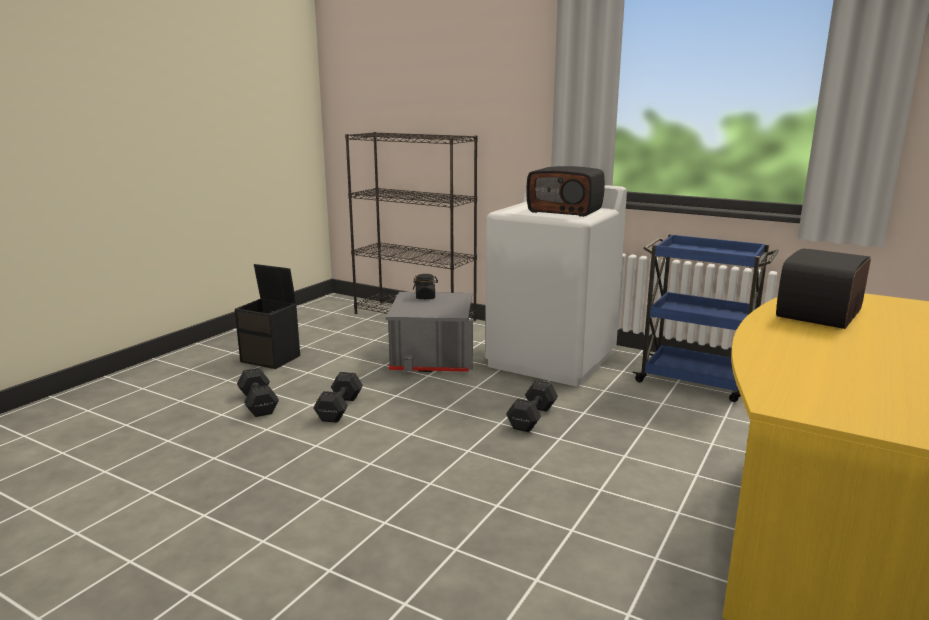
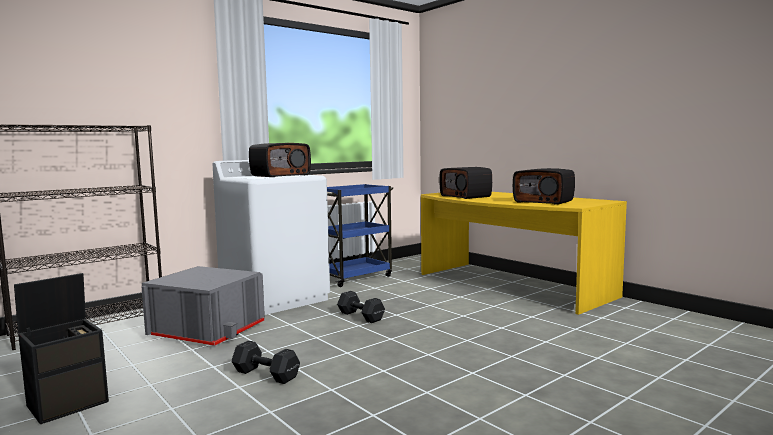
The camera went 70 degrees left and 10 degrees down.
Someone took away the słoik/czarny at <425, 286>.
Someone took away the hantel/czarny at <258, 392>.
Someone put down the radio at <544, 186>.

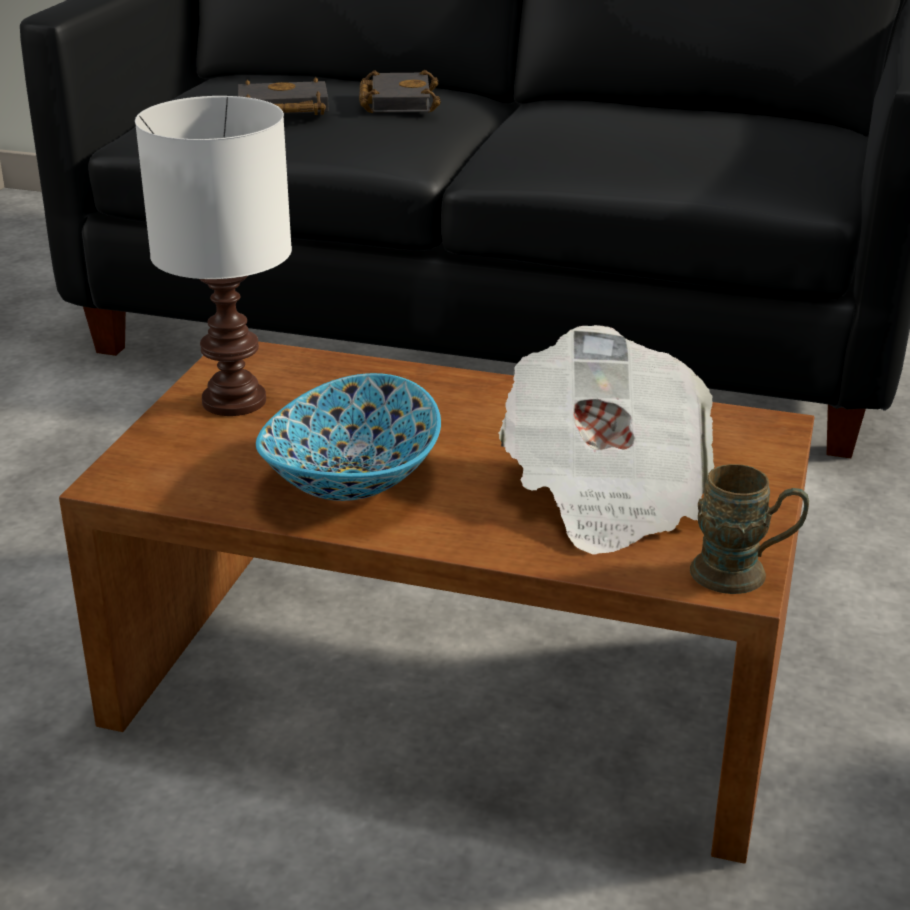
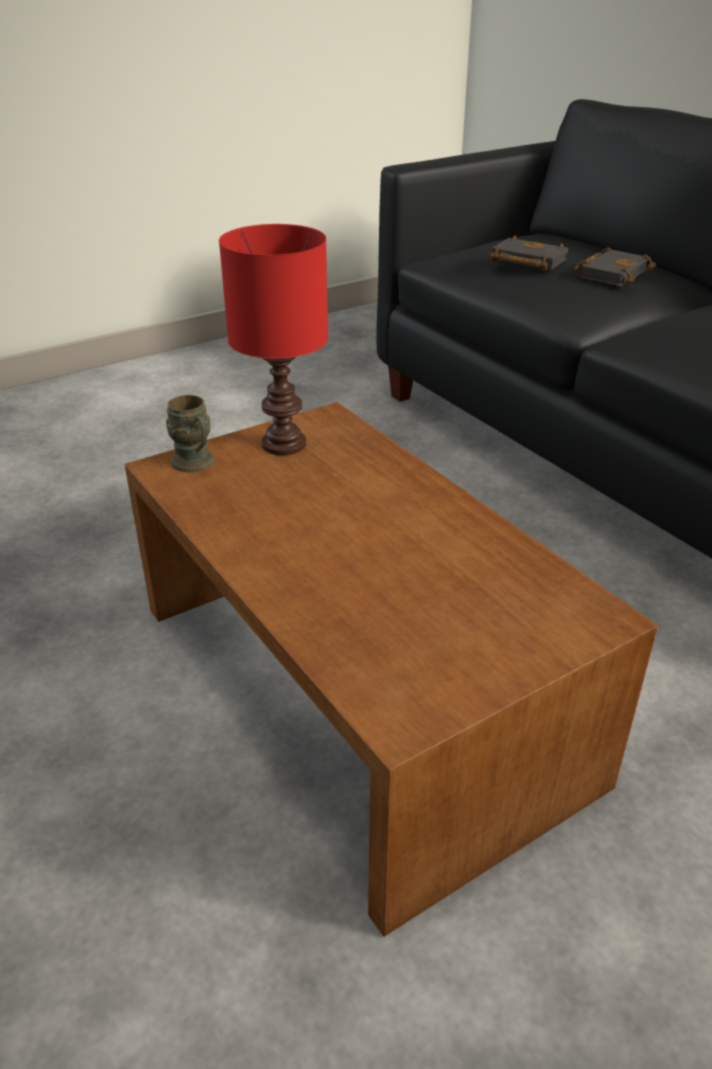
The camera went 40 degrees right and 5 degrees up.
Someone repainted the lampa stołowa/biały at <213, 256>, which became the lampa stołowa/czerwony at <273, 339>.
Someone took away the gazeta at <606, 440>.
Someone took away the miska at <348, 437>.
Someone carried the kubek/brązowy from <749, 529> to <190, 433>.

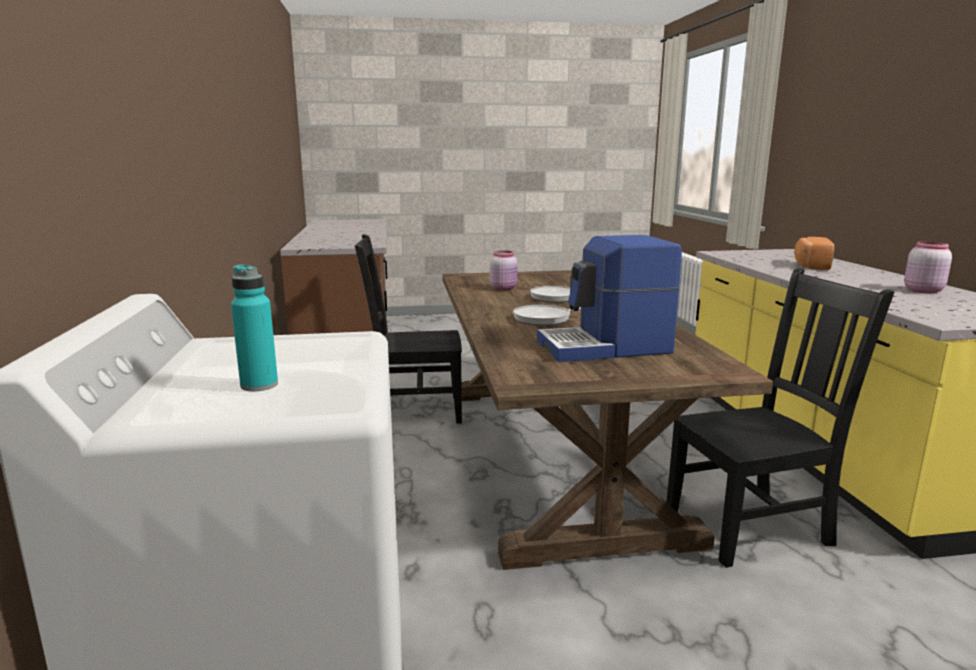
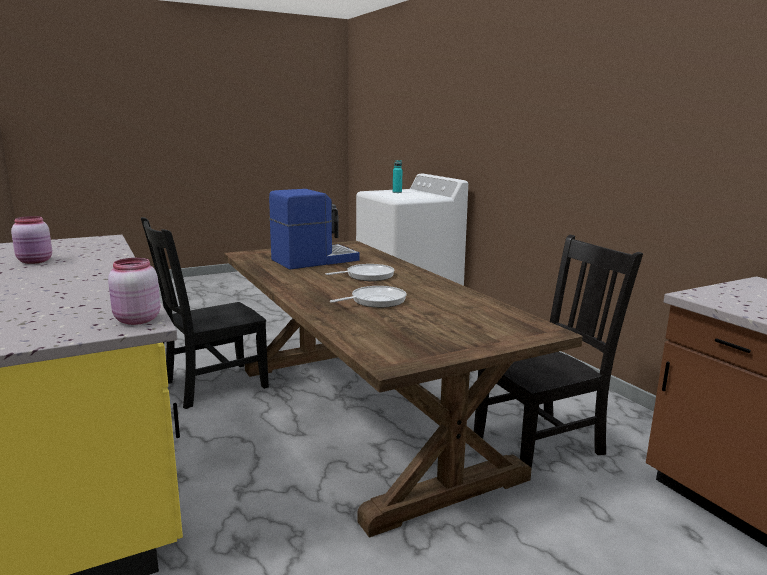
The camera went 160 degrees right and 0 degrees up.
Someone took away the chleb at <814, 253>.
Someone carried the słoik/różowy from <503, 270> to <134, 291>.

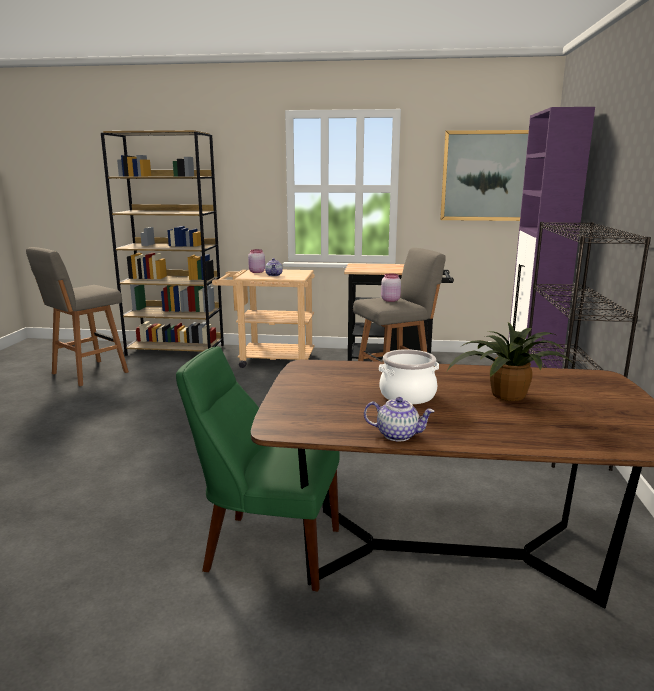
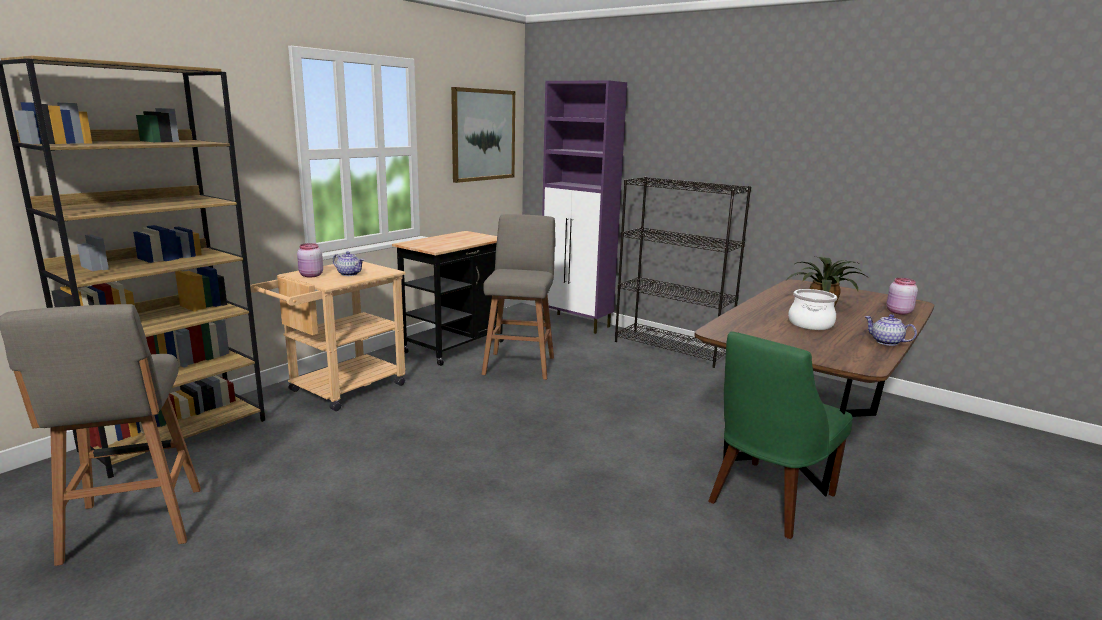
The camera went 60 degrees left and 0 degrees up.
Someone carried the słoik/różowy from <391, 288> to <902, 296>.
Someone rotated the imbryk at <399, 419> by 90 degrees counterclockwise.

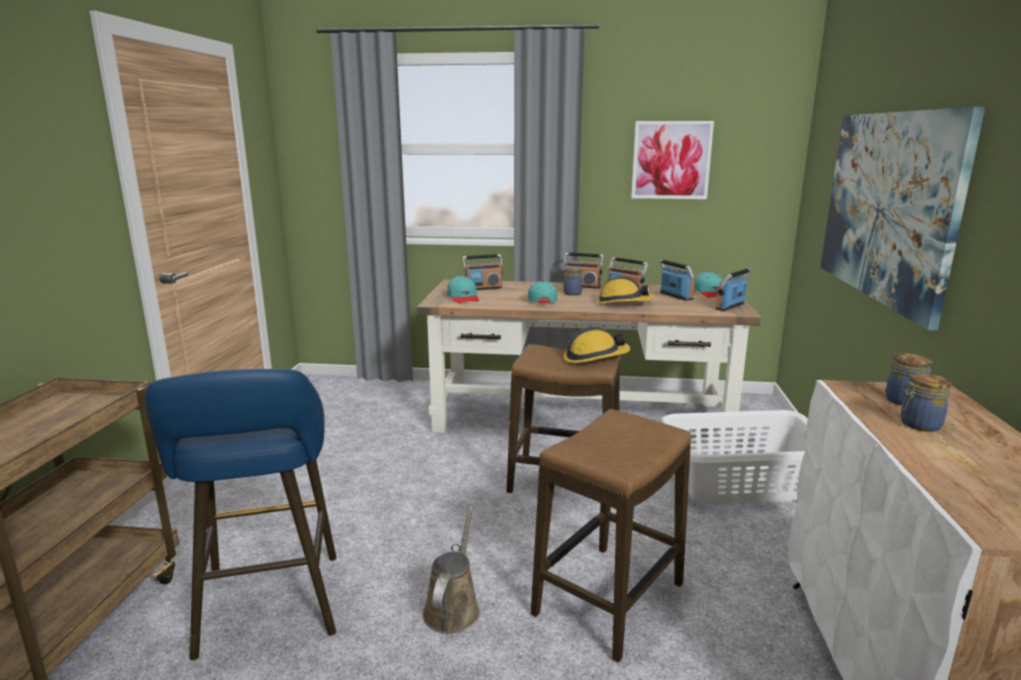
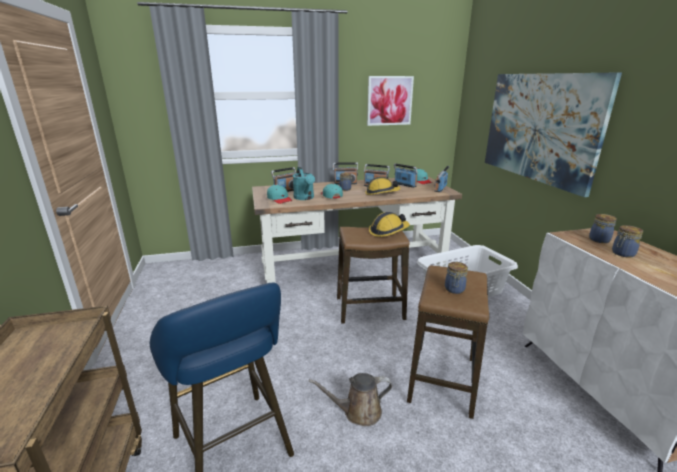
The camera went 20 degrees left and 5 degrees up.
Someone rotated the konewka/brązowy at <451, 570> by 90 degrees counterclockwise.
Someone put down the konewka/turkusowy at <304, 183>.
Someone put down the słoik at <456, 278>.

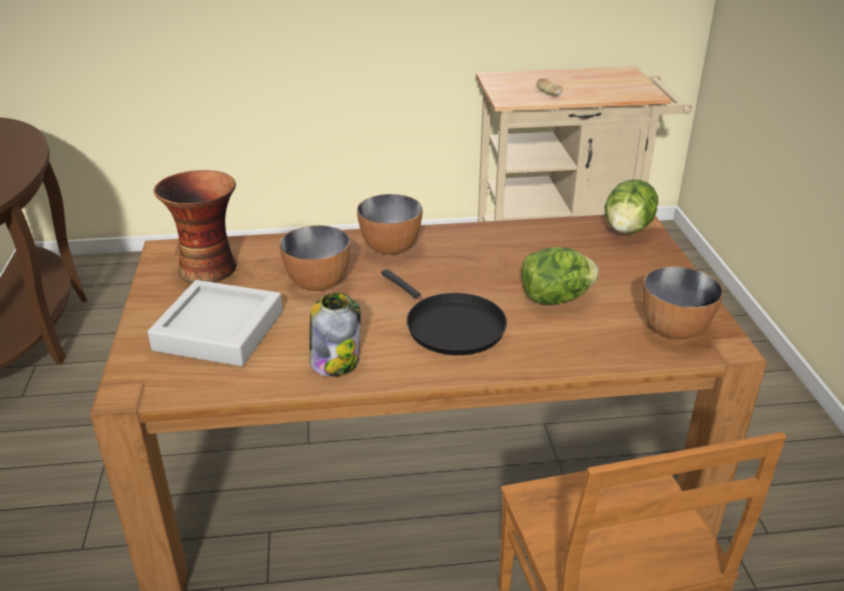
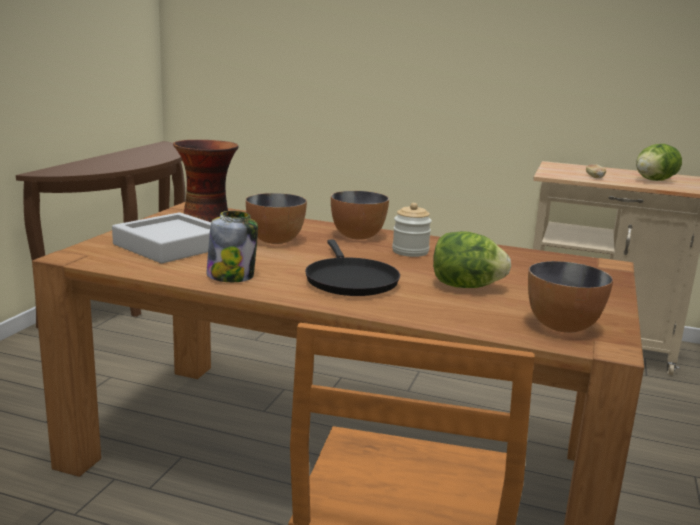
The camera went 25 degrees right and 15 degrees down.
Someone carried the sałata from <631, 207> to <659, 162>.
Someone put down the słoik at <412, 230>.

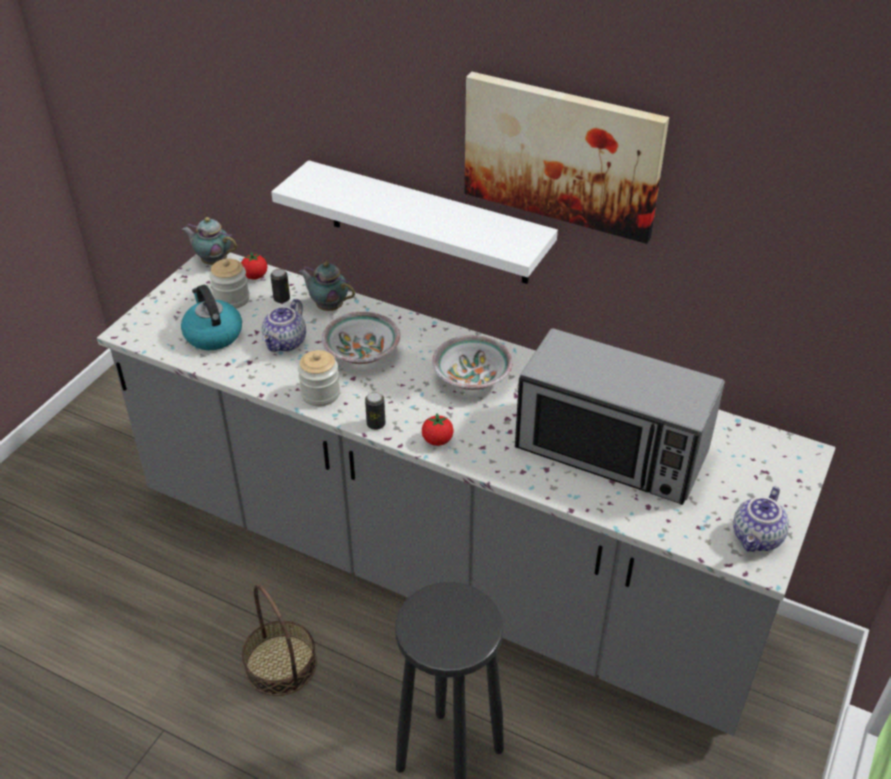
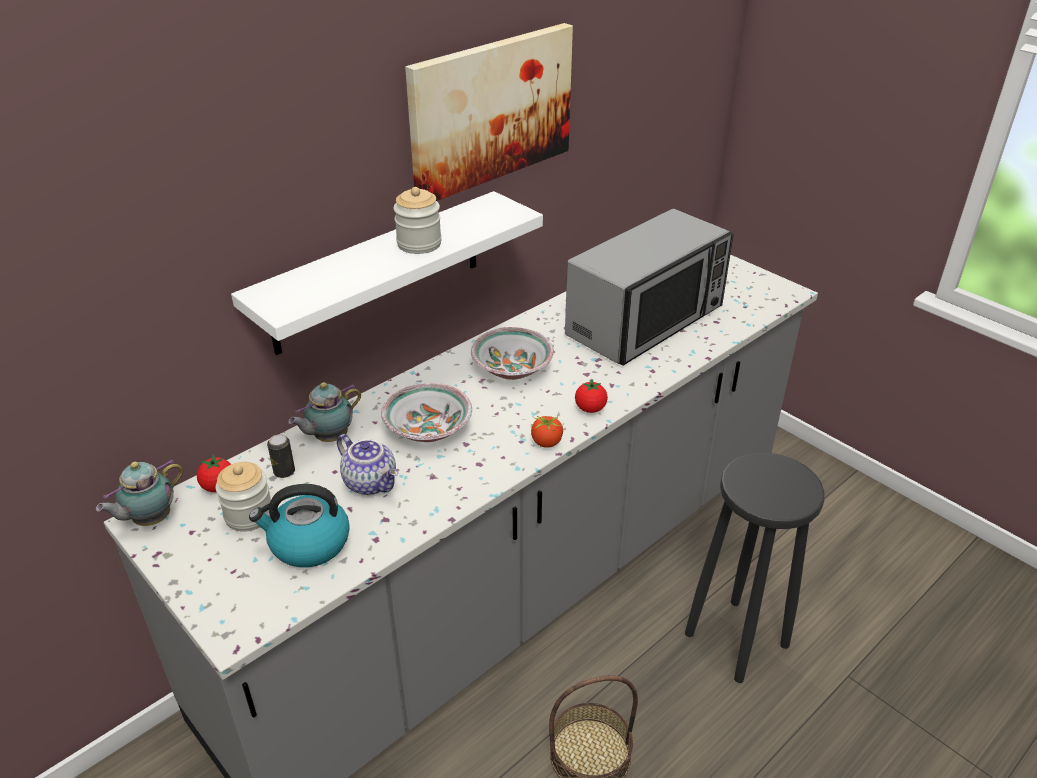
The camera went 70 degrees left and 5 degrees down.
Someone carried the słoik from <319, 378> to <417, 220>.
Someone swapped the puszka at <375, 411> for the pomidor at <547, 431>.
Someone took away the imbryk at <761, 519>.

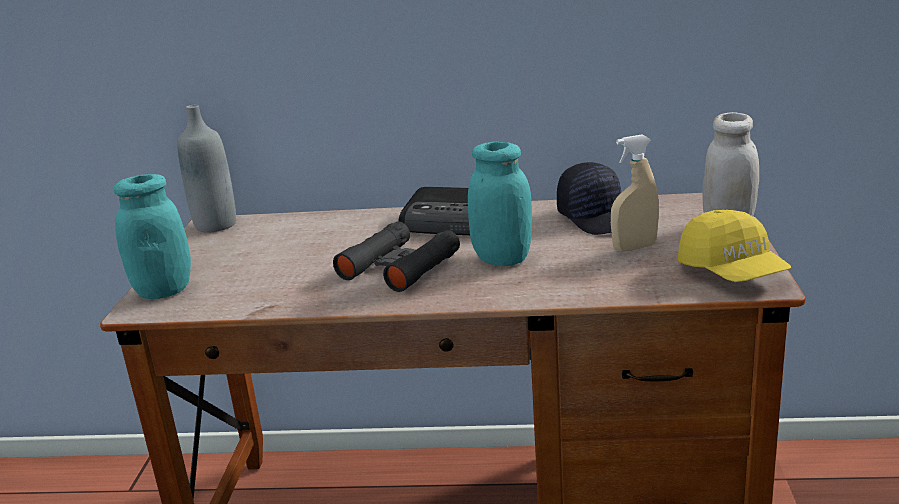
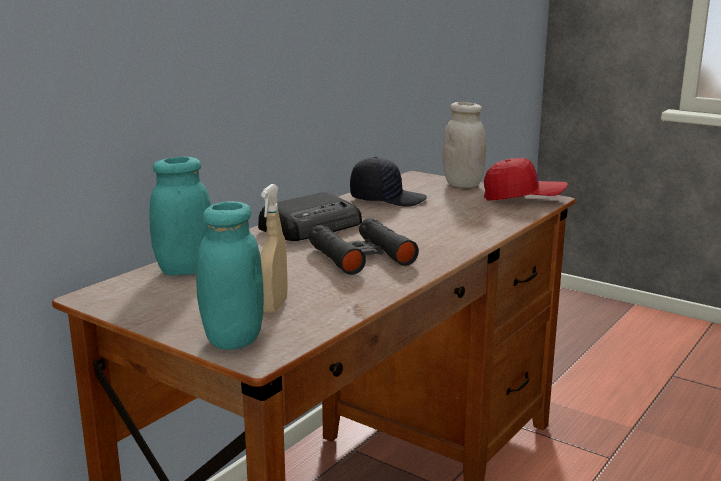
The camera went 60 degrees left and 5 degrees down.
Someone took away the butelka/szary at <206, 169>.
Someone carried the spryskiwacz/beżowy from <635, 193> to <274, 248>.
Someone carried the słoik/turkusowy from <500, 204> to <180, 216>.
Someone repainted the czapka z daszkiem/żółty at <734, 246>, which became the czapka z daszkiem/czerwony at <526, 179>.

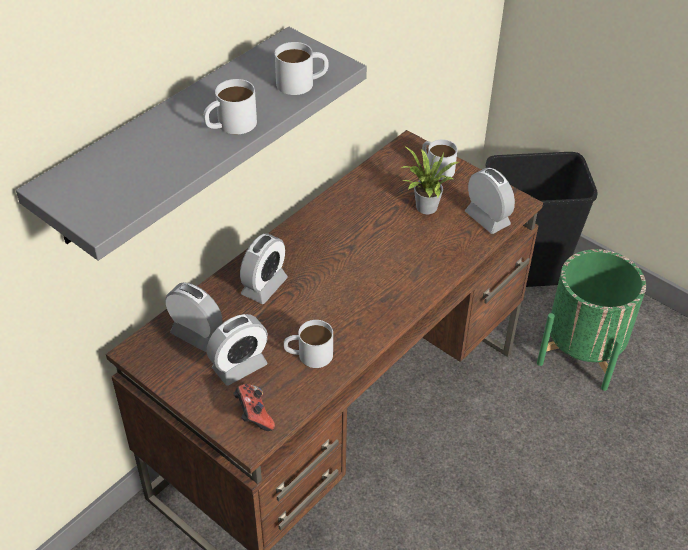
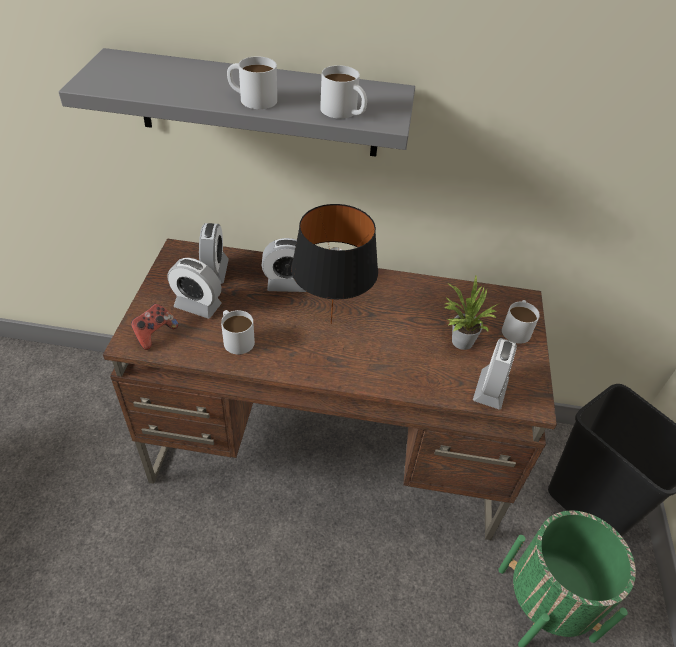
The camera went 55 degrees right and 0 degrees up.
Someone put down the lampa stołowa/czarny at <334, 264>.

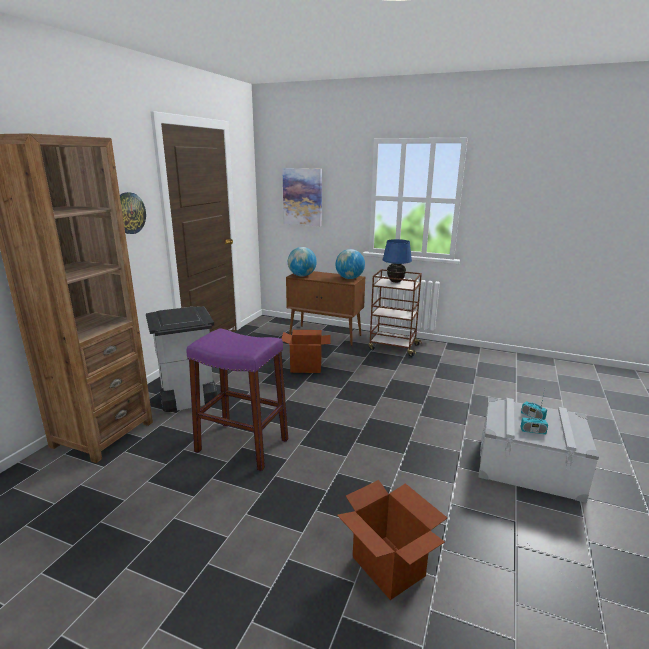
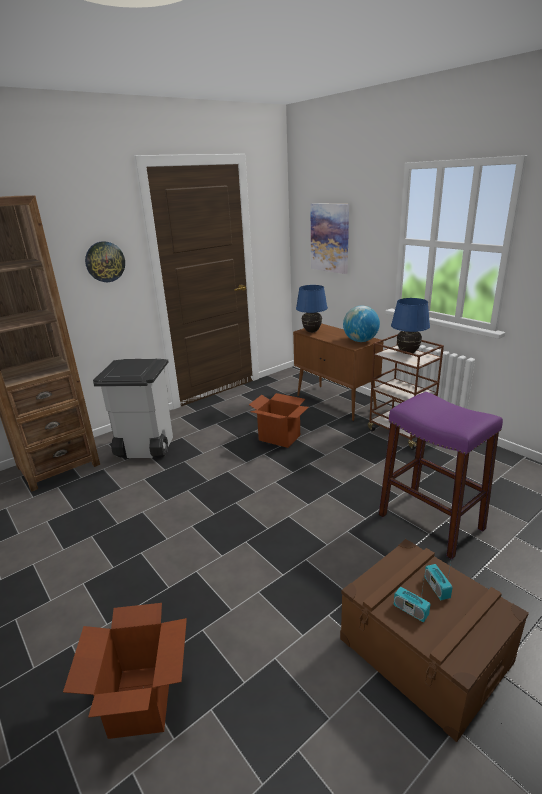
The camera went 30 degrees right and 5 degrees up.
Someone swapped the globus at <302, 261> for the lampa stołowa/niebieski at <312, 309>.
Someone carried the stołek/fioletowy from <237, 399> to <441, 475>.
Someone repainted the pojemnik do przechowywania/szary at <538, 450>, which became the pojemnik do przechowywania/brązowy at <434, 640>.

